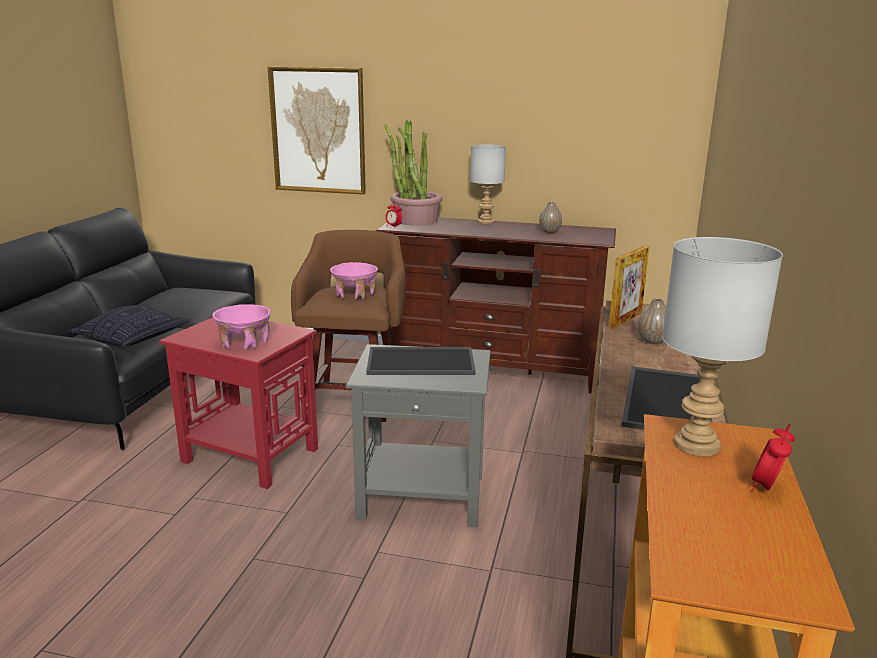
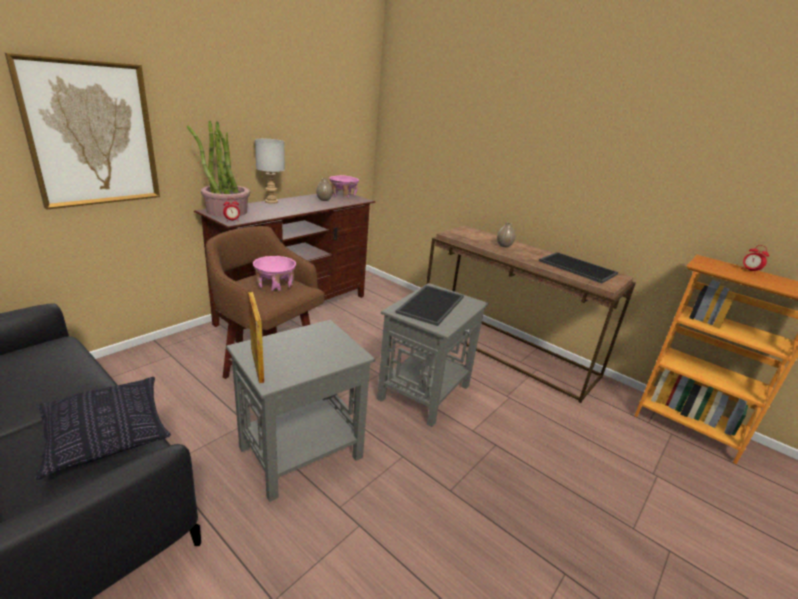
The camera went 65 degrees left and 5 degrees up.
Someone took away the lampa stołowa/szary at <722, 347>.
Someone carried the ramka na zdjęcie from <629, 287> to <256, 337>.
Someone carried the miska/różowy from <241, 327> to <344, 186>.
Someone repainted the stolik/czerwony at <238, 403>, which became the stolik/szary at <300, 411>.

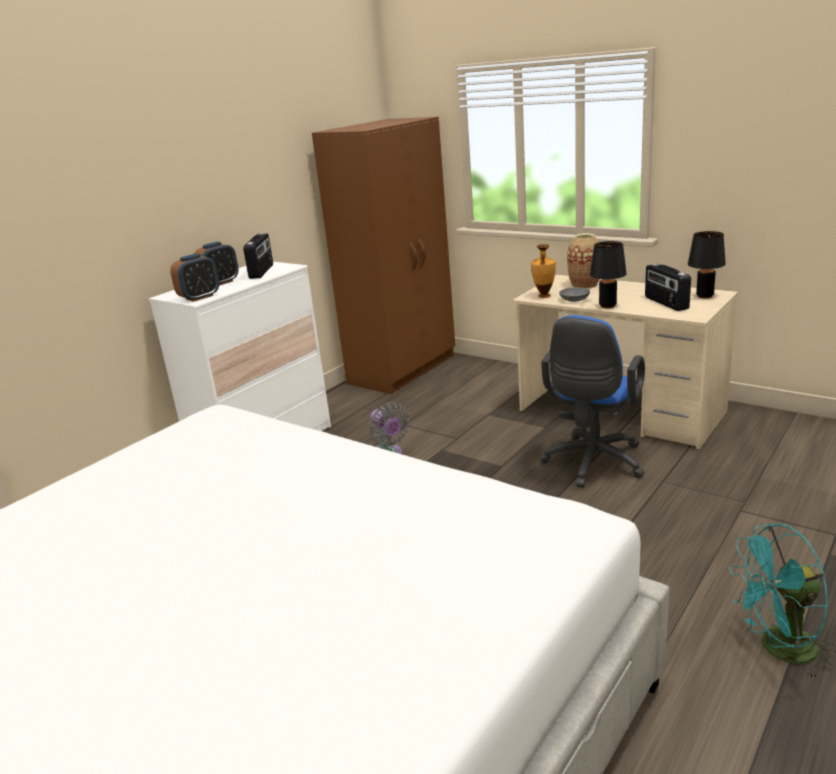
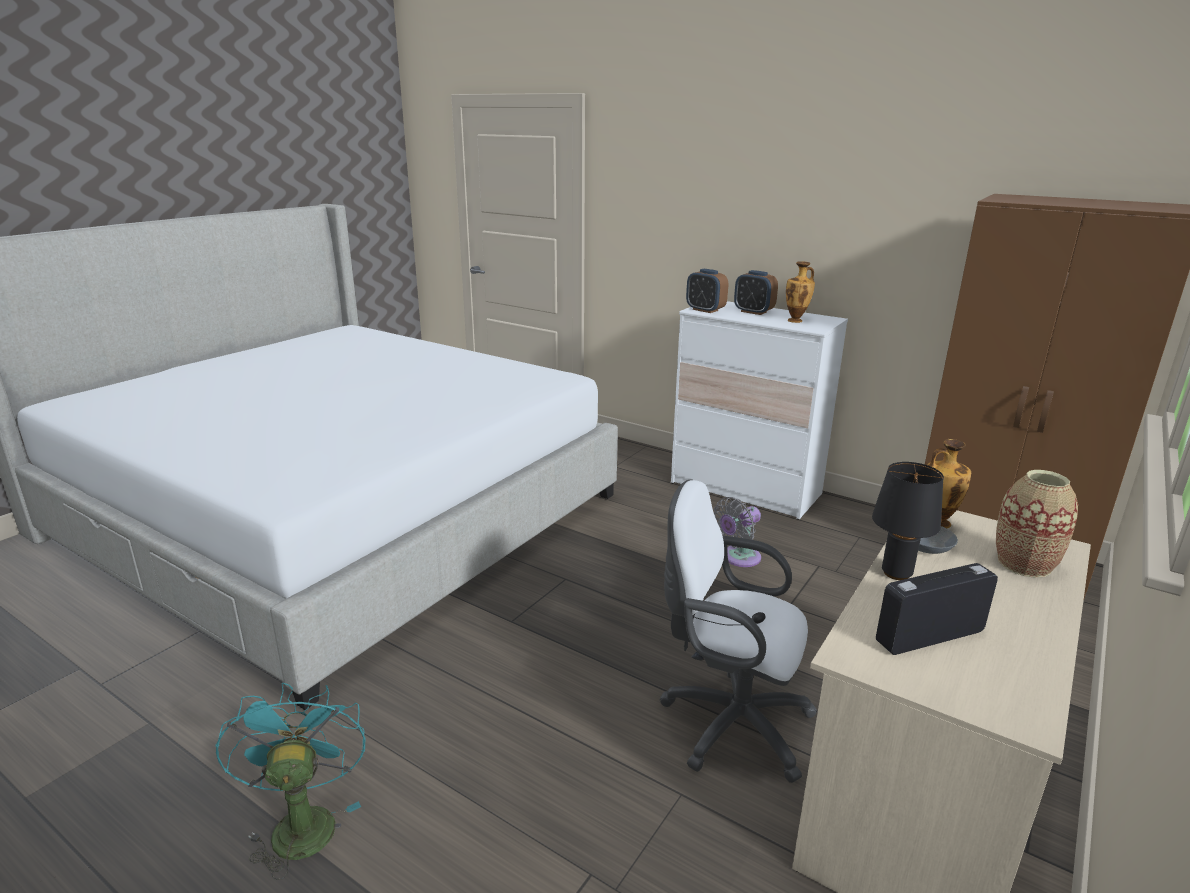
The camera went 85 degrees right and 0 degrees up.
Someone took away the lampa stołowa/czarny at <707, 264>.
Someone swapped the radio at <258, 256> for the wazon at <800, 292>.
Someone repainted the krzesło biurowe/niebieski at <592, 401>, which became the krzesło biurowe/biały at <738, 631>.

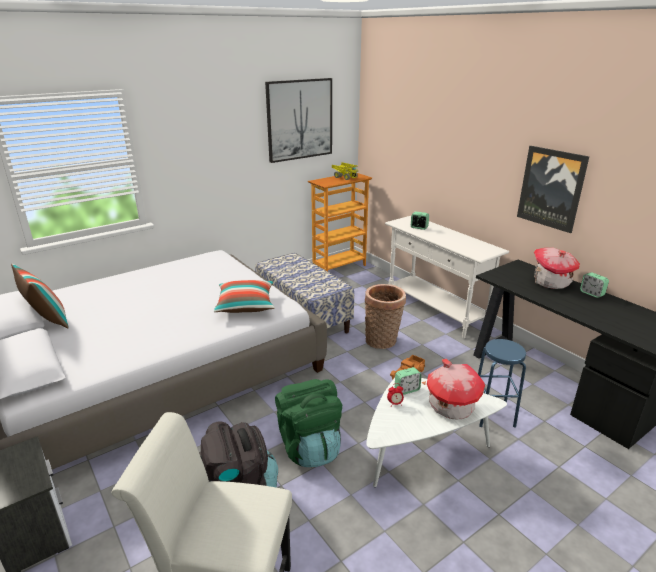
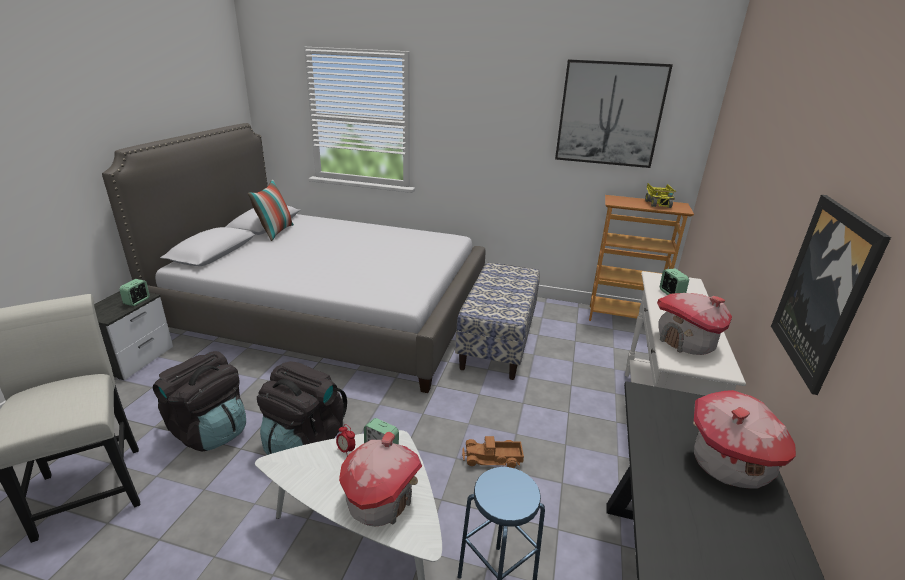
The camera went 50 degrees right and 0 degrees up.
Someone carried the budzik from <594, 285> to <134, 292>.
Someone took away the poduszka at <244, 296>.
Someone took away the koszyk at <385, 316>.
Someone repainted the plecak/zielony at <308, 423>, which became the plecak/czarny at <302, 408>.
Someone put down the domek at <694, 324>.

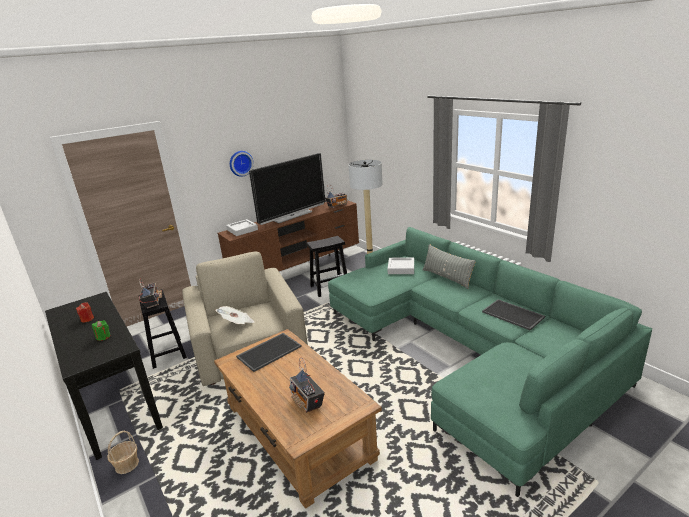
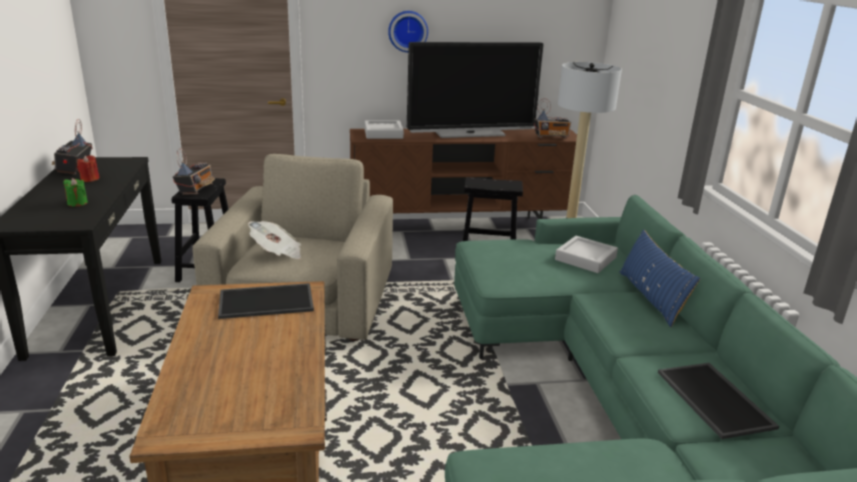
The camera went 25 degrees right and 0 degrees up.
Someone repainted the poduszka/szary at <449, 266>, which became the poduszka/niebieski at <659, 278>.
Someone carried the radio from <307, 385> to <72, 147>.
Someone took away the koszyk at <123, 452>.

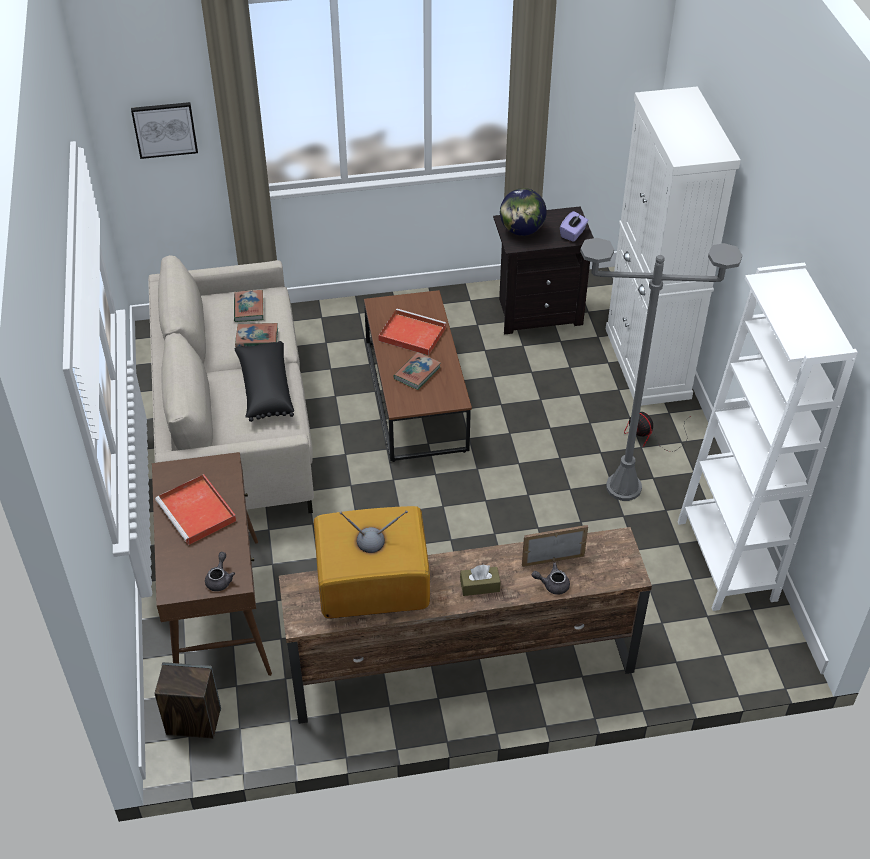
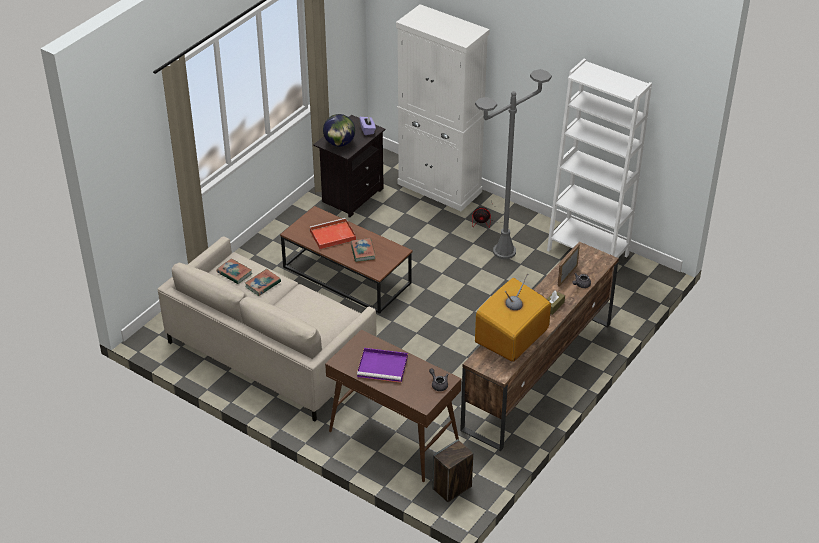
The camera went 45 degrees left and 5 degrees down.
Someone took away the obraz at <164, 130>.
Someone took away the poduszka/czarny at <264, 381>.
Someone repainted the taca/czerwony at <195, 509>, which became the taca/fioletowy at <382, 365>.

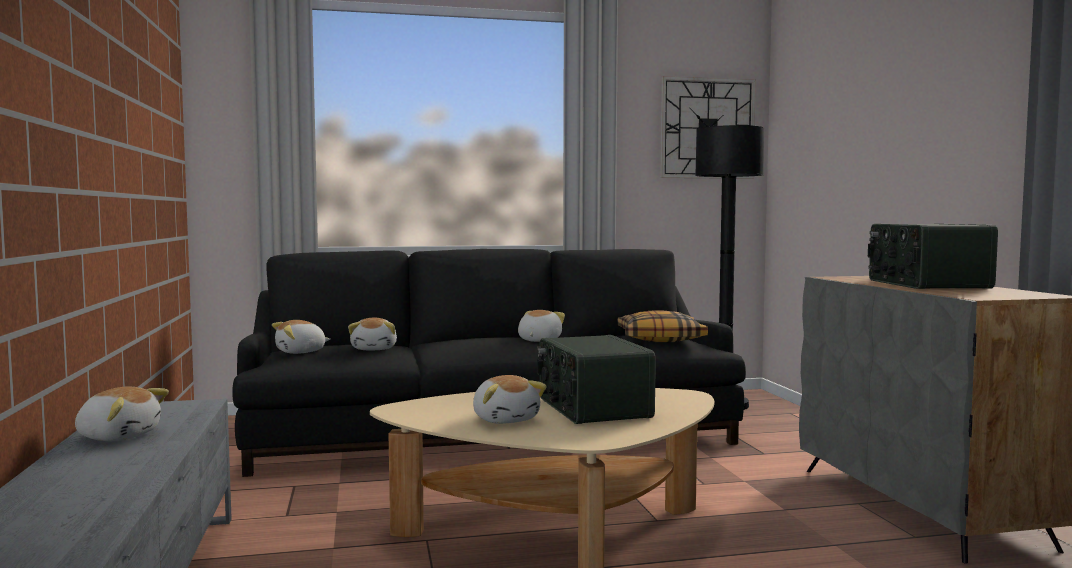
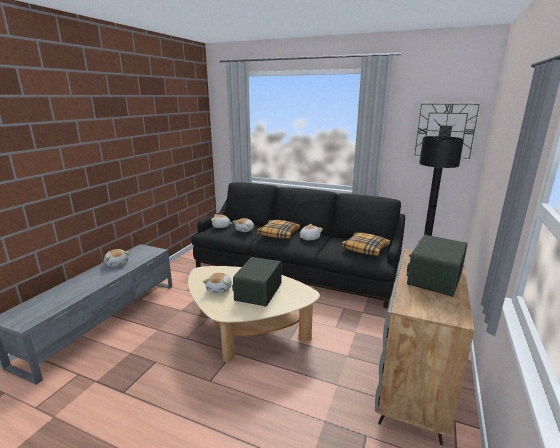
The camera went 35 degrees right and 15 degrees up.
Someone put down the poduszka at <279, 229>.

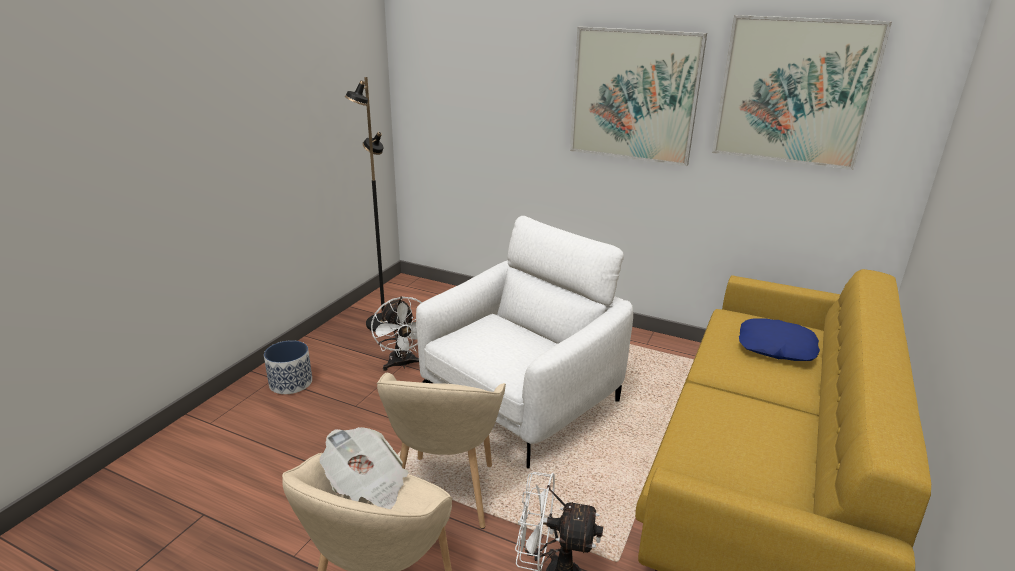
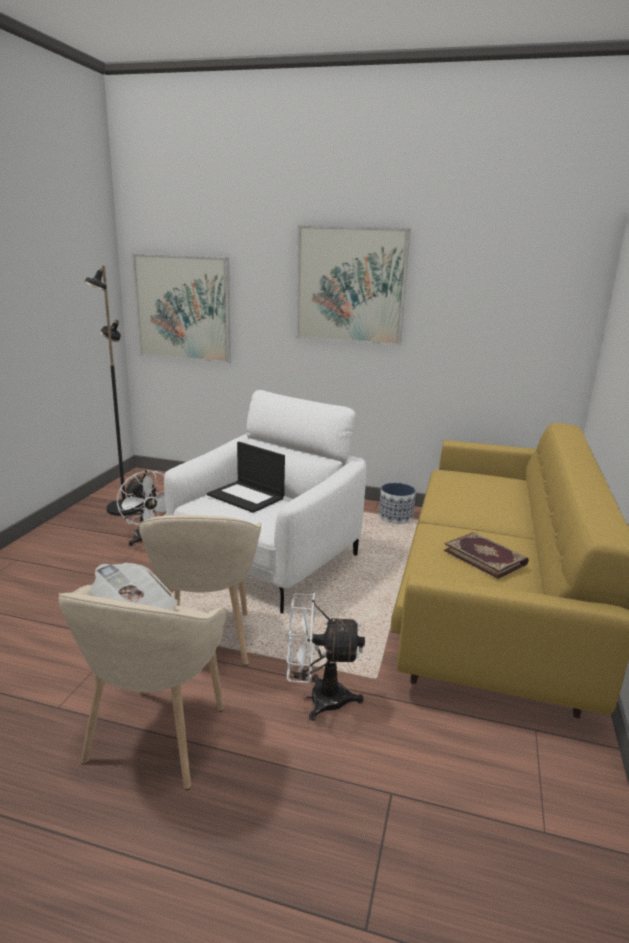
The camera went 10 degrees left and 5 degrees down.
Someone carried the obraz from <802, 92> to <181, 308>.
Someone took away the poduszka/niebieski at <779, 340>.
Someone carried the donica from <288, 367> to <397, 503>.
Someone put down the laptop at <246, 477>.
Someone put down the książka at <486, 555>.

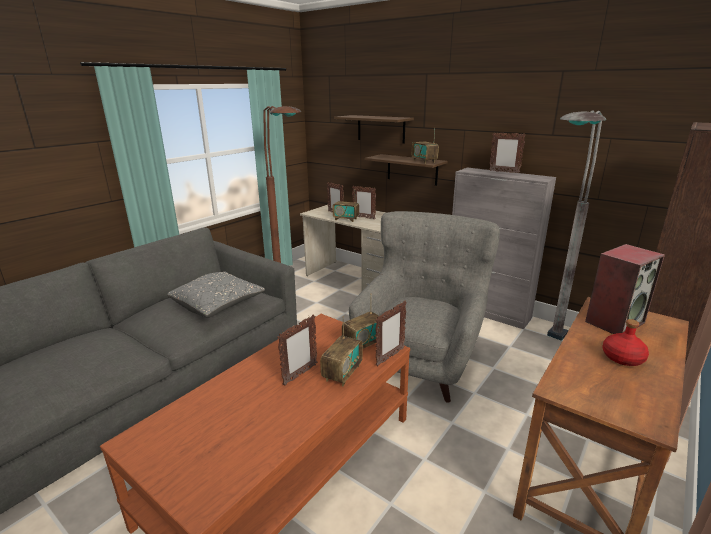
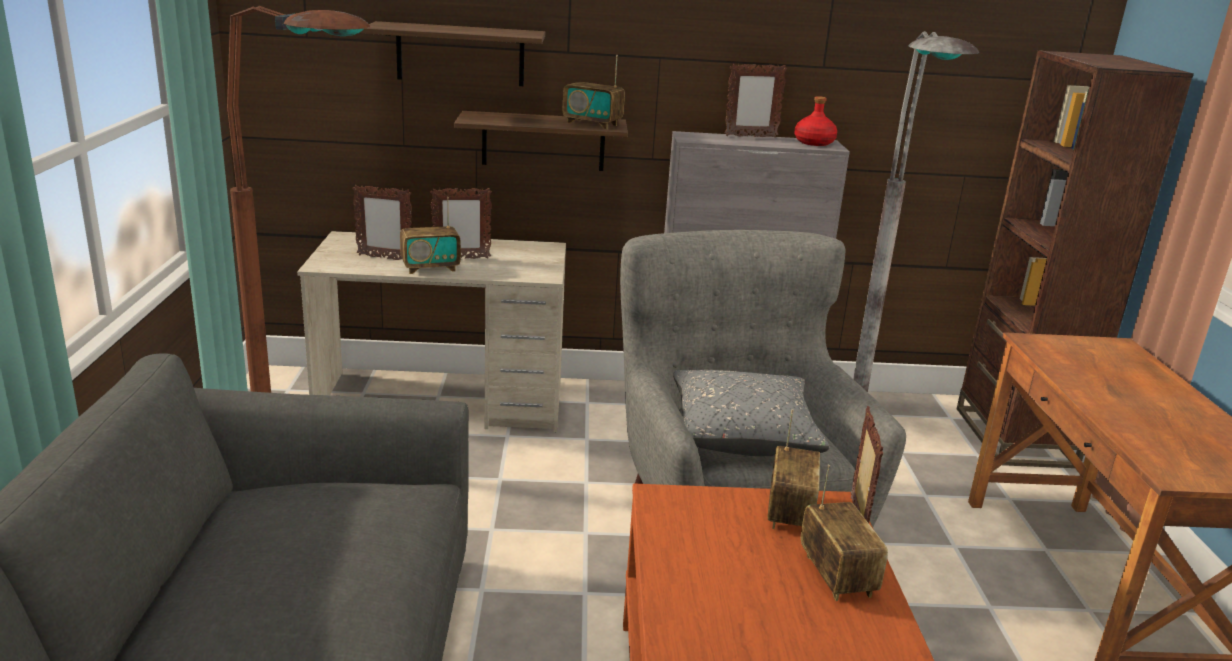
The camera went 40 degrees left and 0 degrees up.
Someone took away the głośnik at <625, 289>.
Someone carried the poduszka/szary from <216, 294> to <751, 413>.
Someone took away the ramka na zdjęcie at <297, 350>.
Someone carried the butelka/czerwony from <625, 342> to <815, 121>.

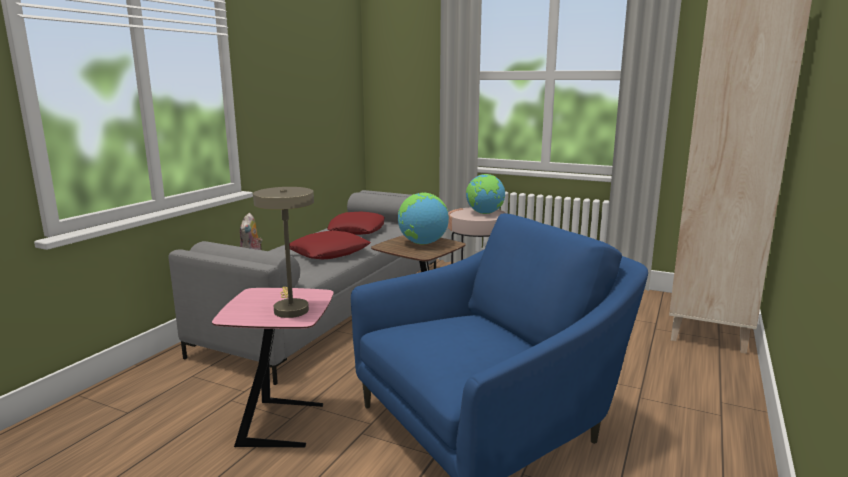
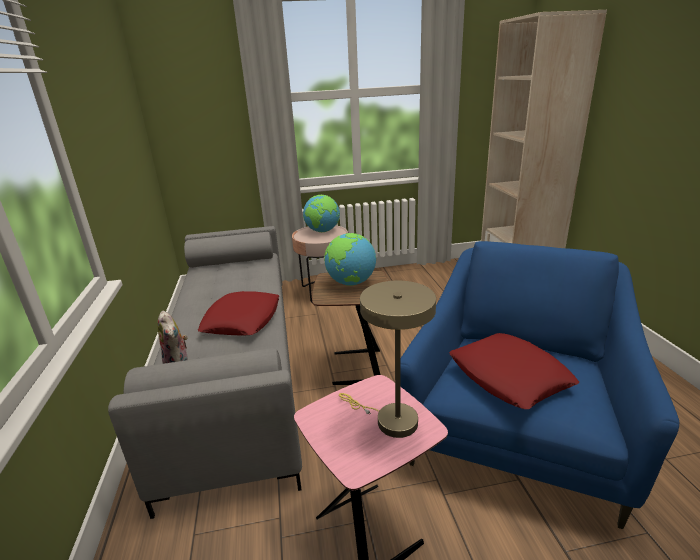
The camera went 35 degrees left and 10 degrees up.
Someone carried the poduszka/czerwony from <356, 223> to <514, 371>.

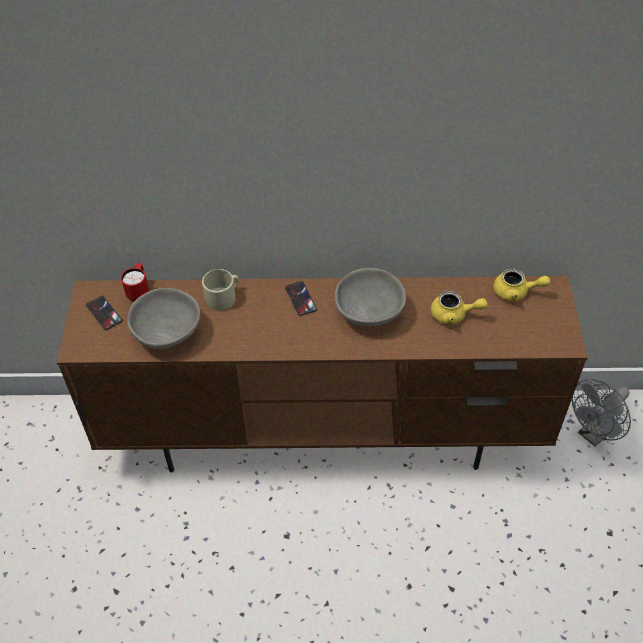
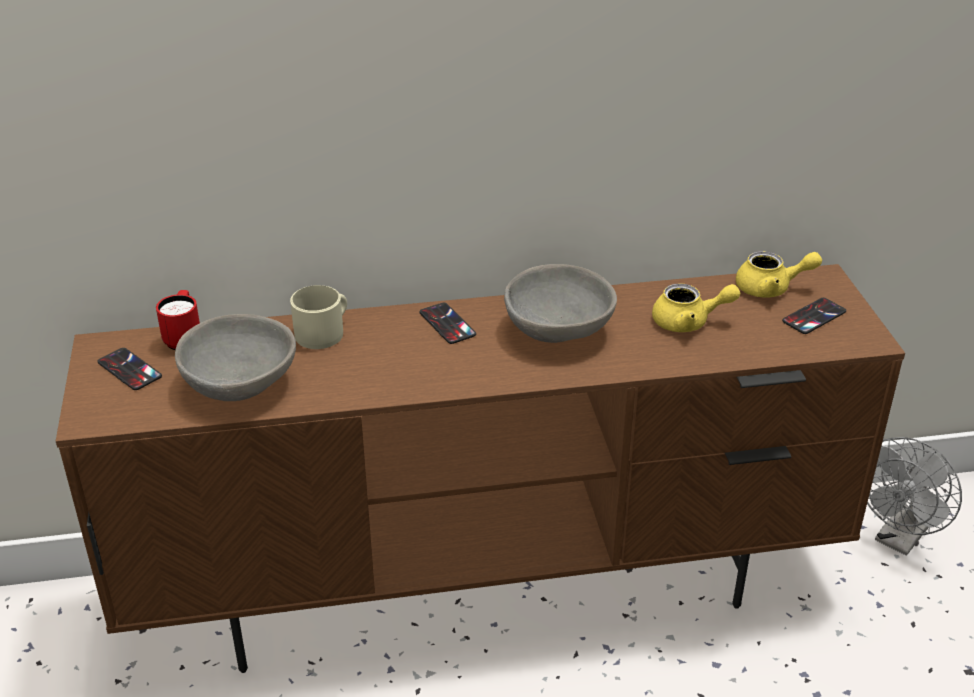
The camera went 10 degrees left and 15 degrees down.
Someone put down the telefon at <814, 316>.

